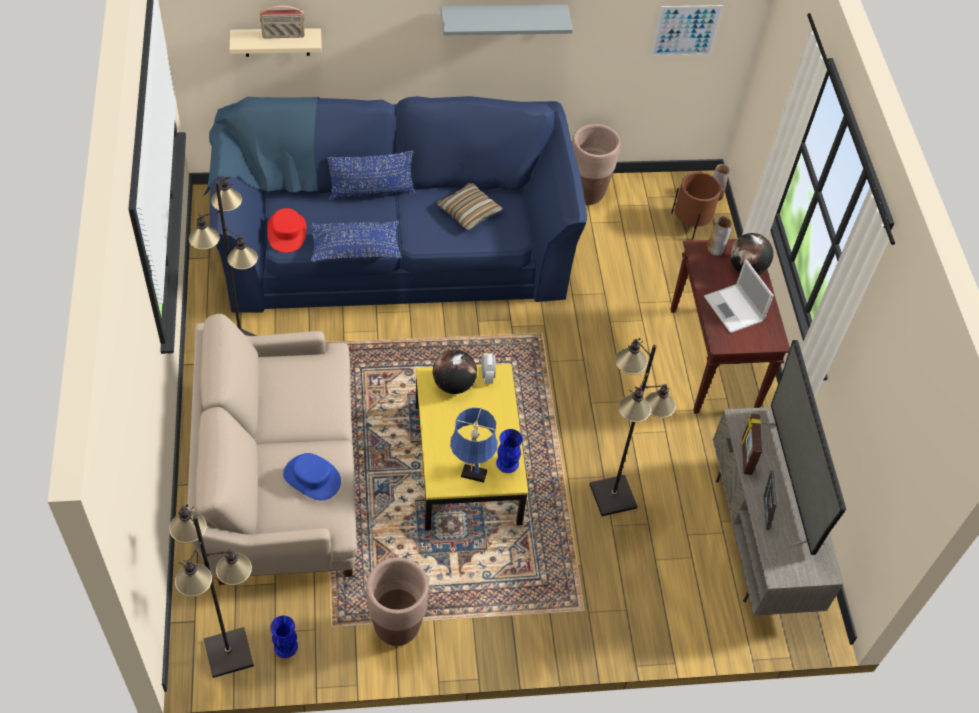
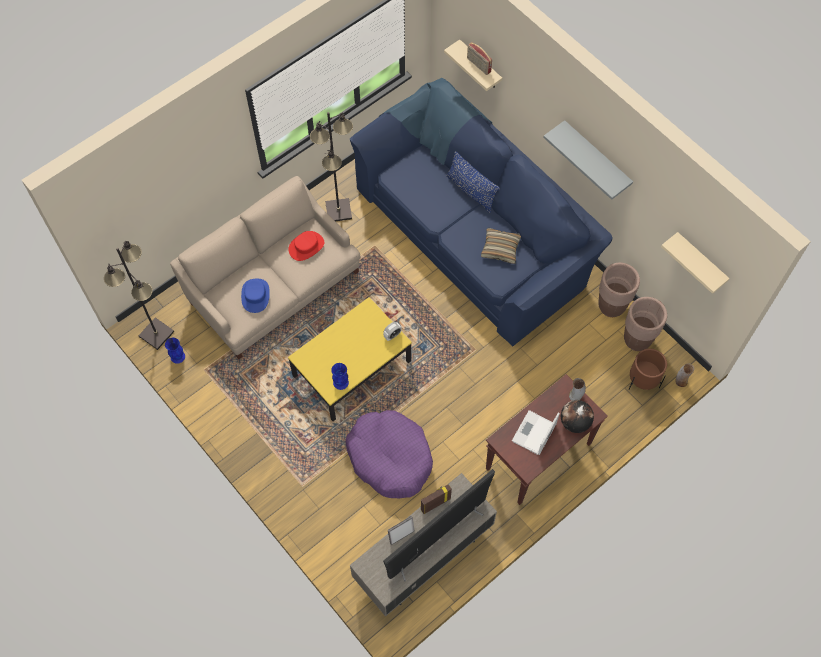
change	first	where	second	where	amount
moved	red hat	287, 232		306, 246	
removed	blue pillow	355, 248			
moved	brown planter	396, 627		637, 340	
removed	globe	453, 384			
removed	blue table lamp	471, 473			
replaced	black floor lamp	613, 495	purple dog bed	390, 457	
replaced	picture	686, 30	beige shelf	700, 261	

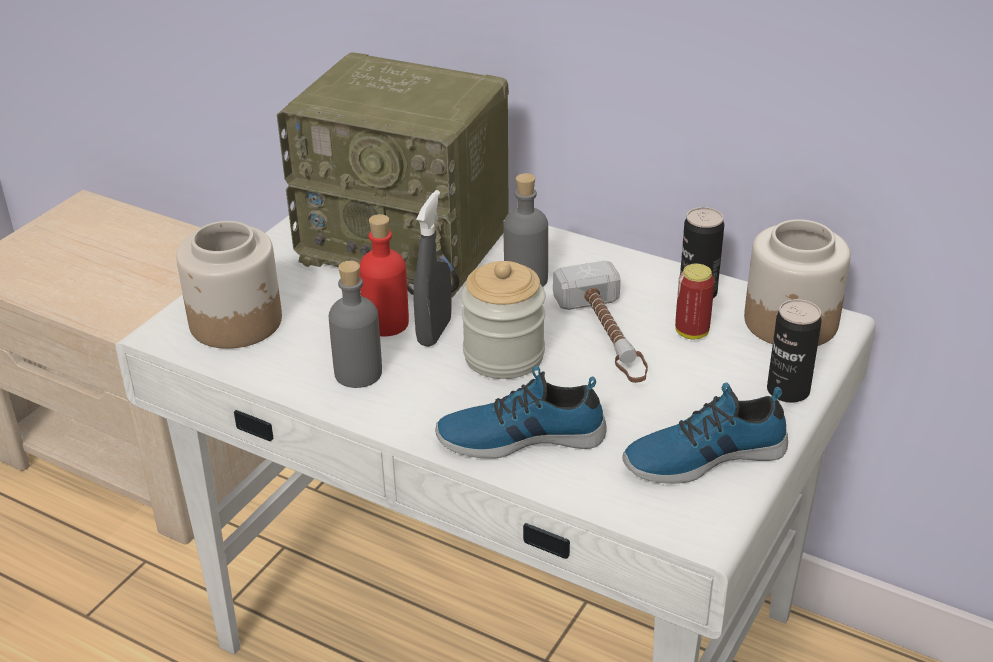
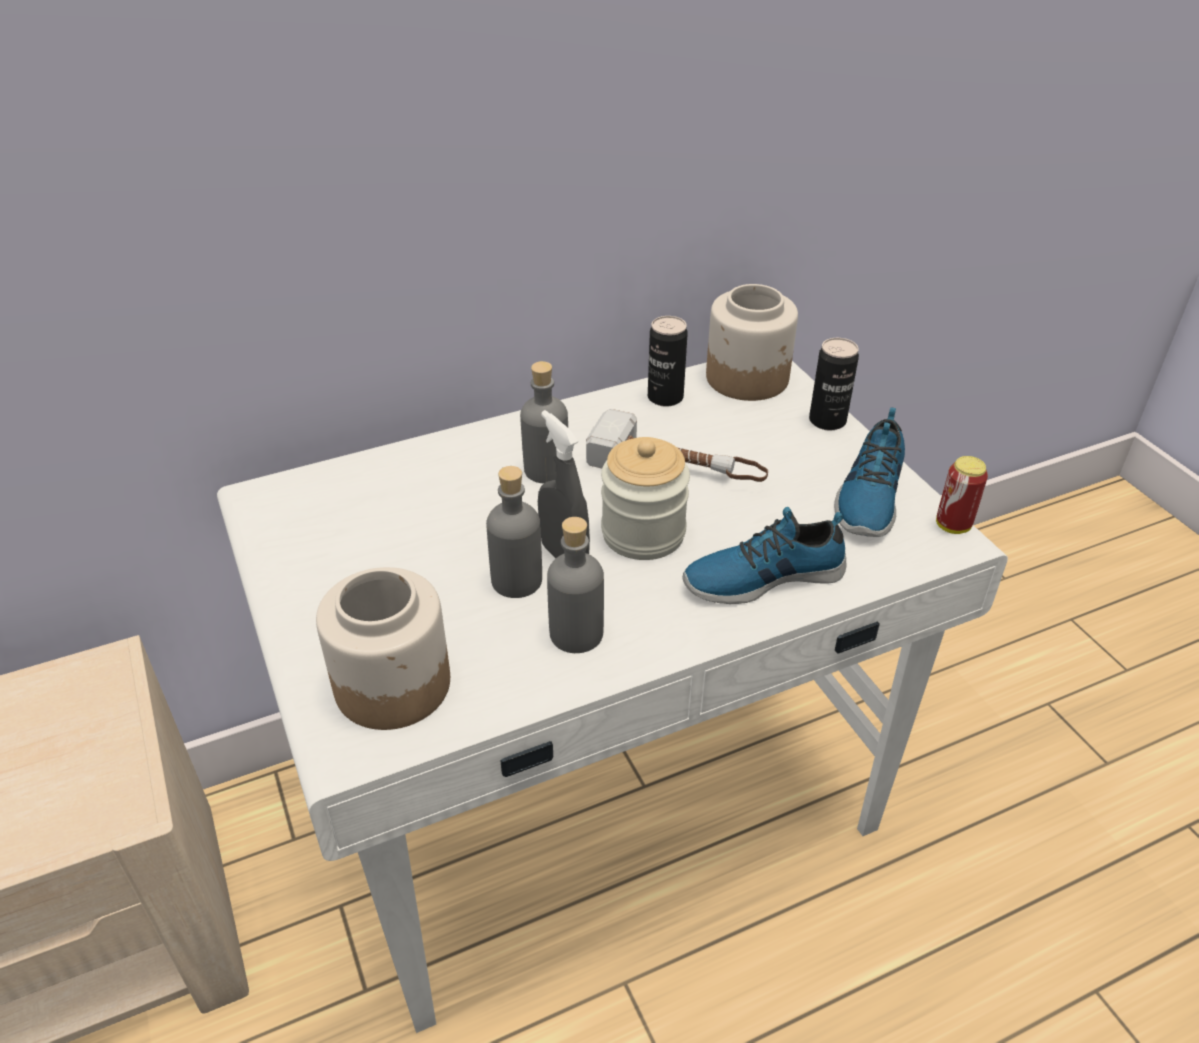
change	first	where	second	where	amount
removed	radio	408, 244			
recoloured	red bottle	386, 323	grey bottle	517, 580	
turned	shoe	521, 435		762, 576	45 degrees clockwise
moved	can	691, 332		953, 526	

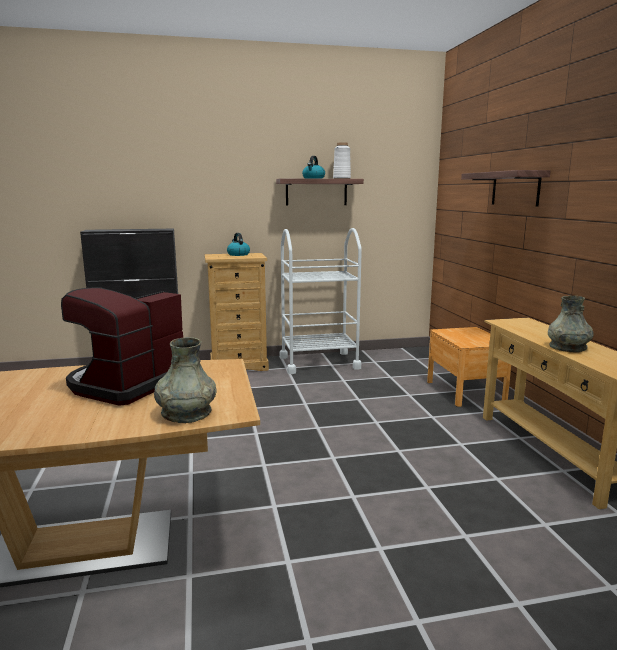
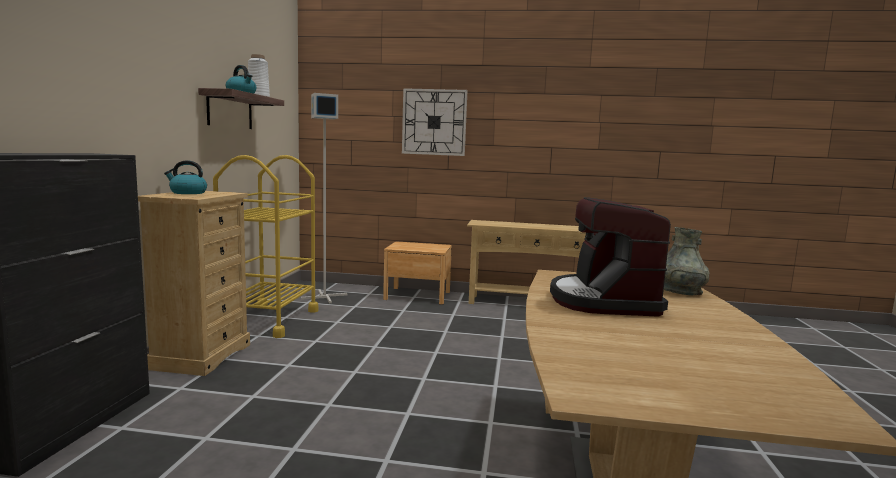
change	first	where	second	where	amount
turned	coffee machine	127, 384		603, 300	45 degrees clockwise
recoloured	white cart	319, 362	yellow cart	269, 320	
replaced	shelf	515, 188	wall clock	434, 122	
removed	grey vase	568, 347			
added			grey floor lamp	324, 296	

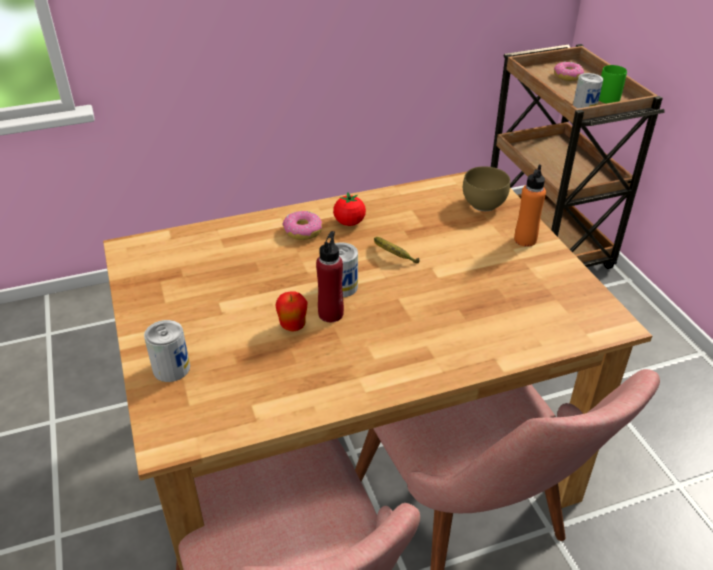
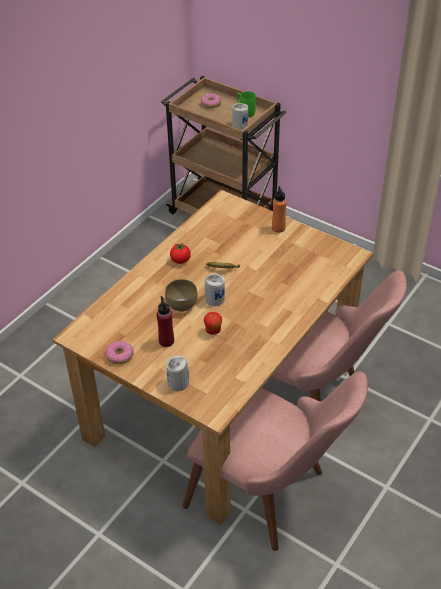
change	first	where	second	where	amount
moved	donut	302, 231		119, 356	
moved	red bottle	331, 314		166, 341	
moved	brown bowl	485, 204		182, 304	

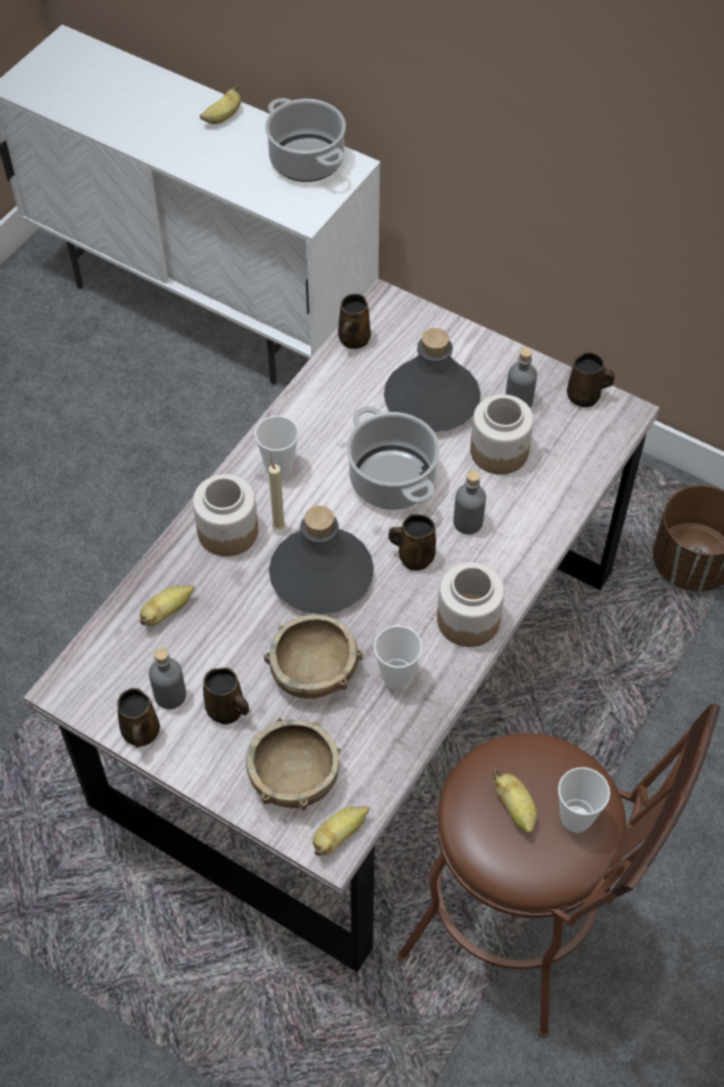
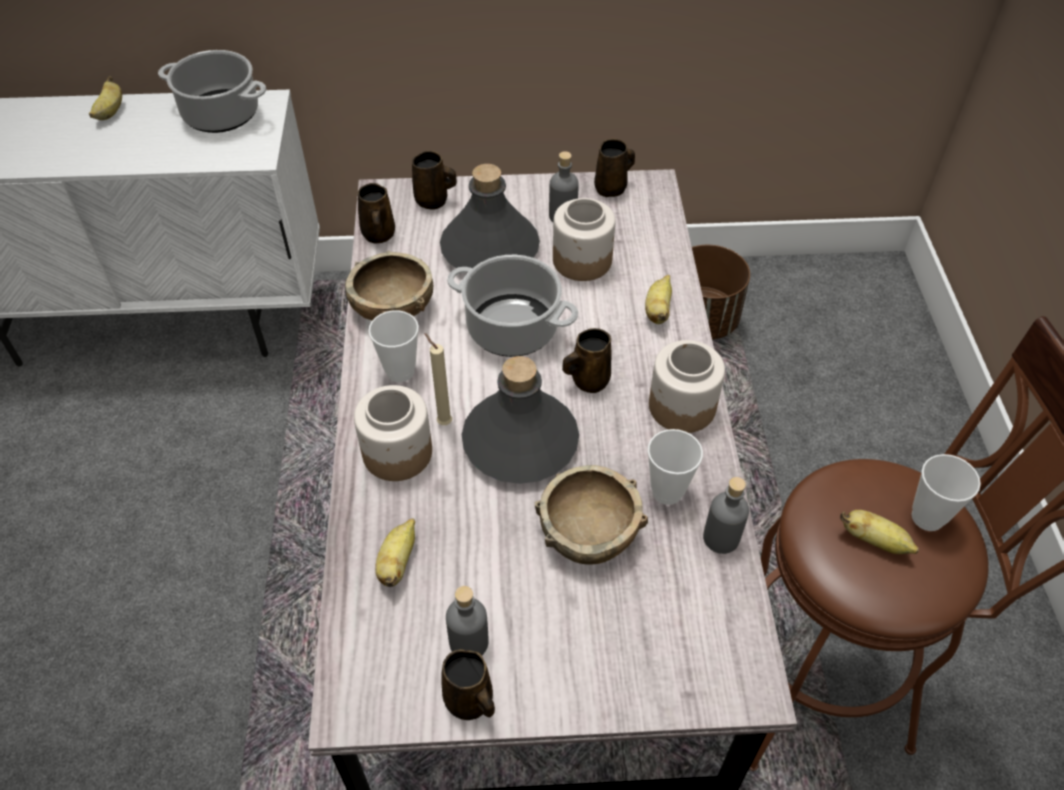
change	first	where	second	where	amount
moved	brown mug	227, 711		433, 201	
moved	brown bowl	293, 777		393, 307	
moved	banana	339, 835		658, 310	
moved	grey bottle	468, 522		721, 538	

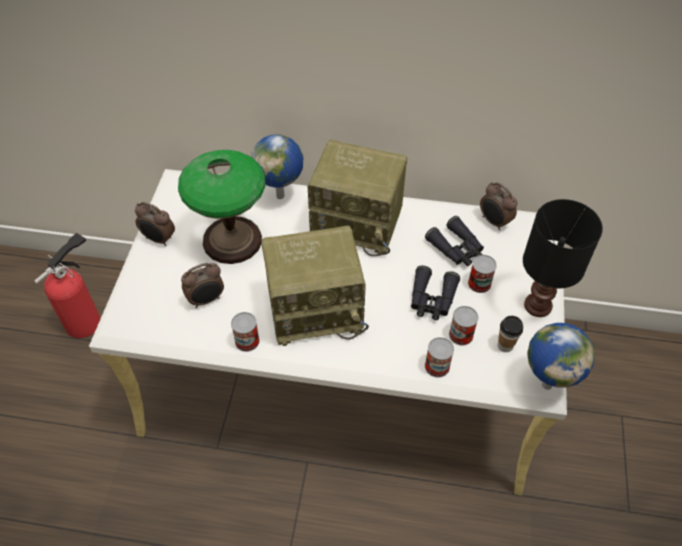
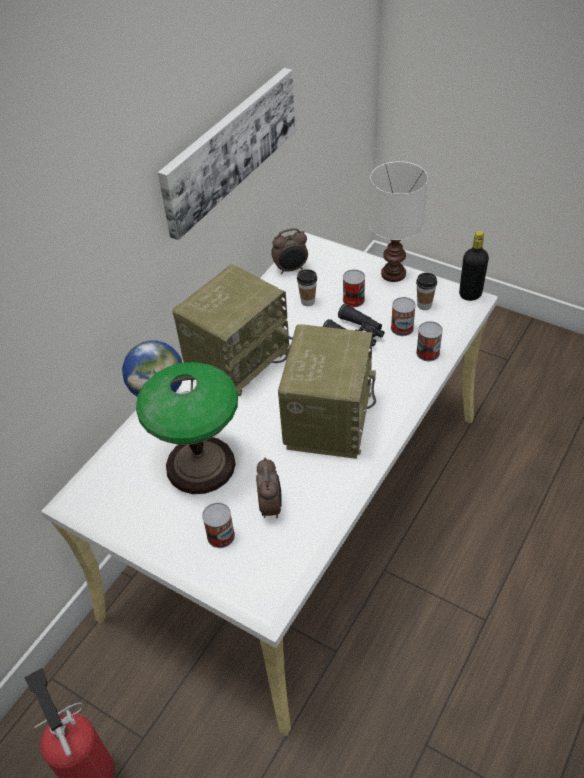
change	first	where	second	where	amount
removed	alarm clock	159, 239			
moved	can	247, 341		220, 536	
replaced	black binoculars	457, 249	cup	308, 301	
recoloured	black table lamp	538, 306	white table lamp	394, 274	
replaced	globe	546, 384	black bottle	470, 294	
added			picture	229, 149	

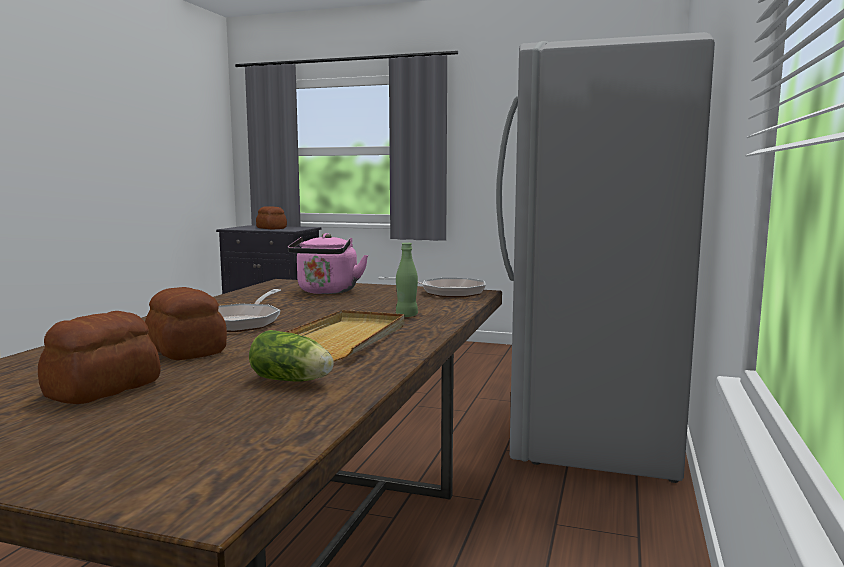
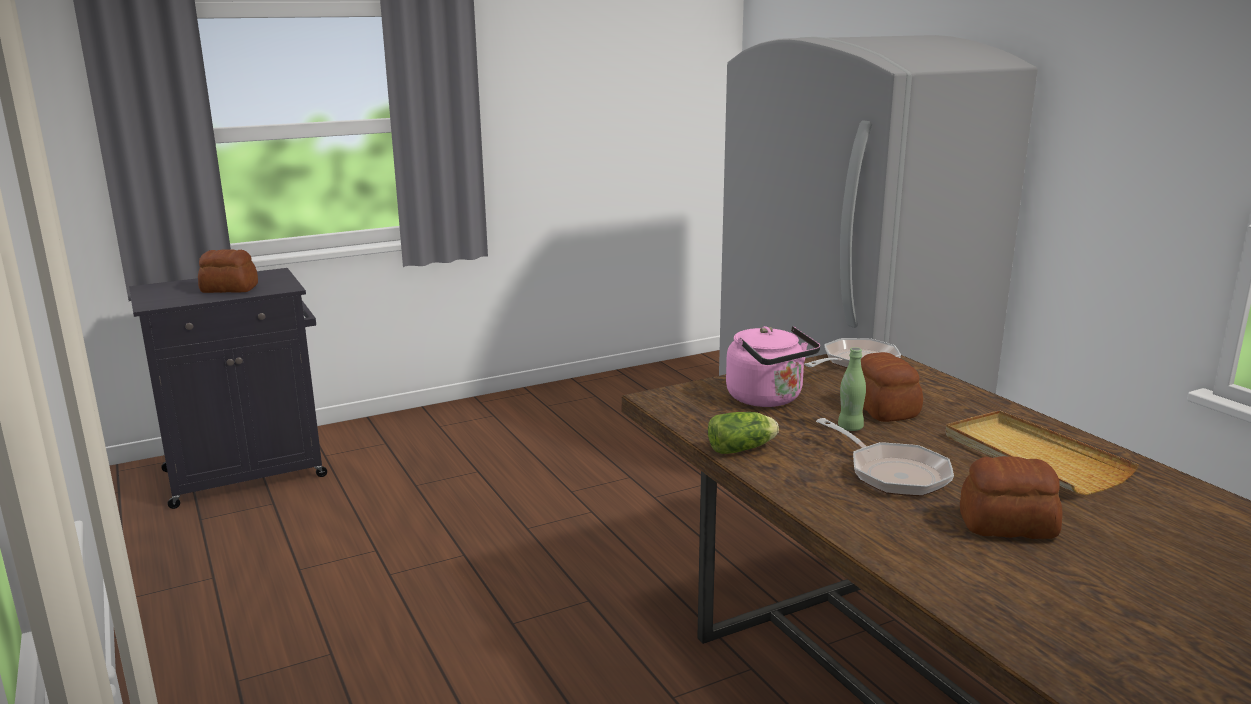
change	first	where	second	where	amount
moved	bread	100, 389		883, 409	
moved	lettuce	293, 381		743, 448	
moved	green bottle	406, 315		850, 427	

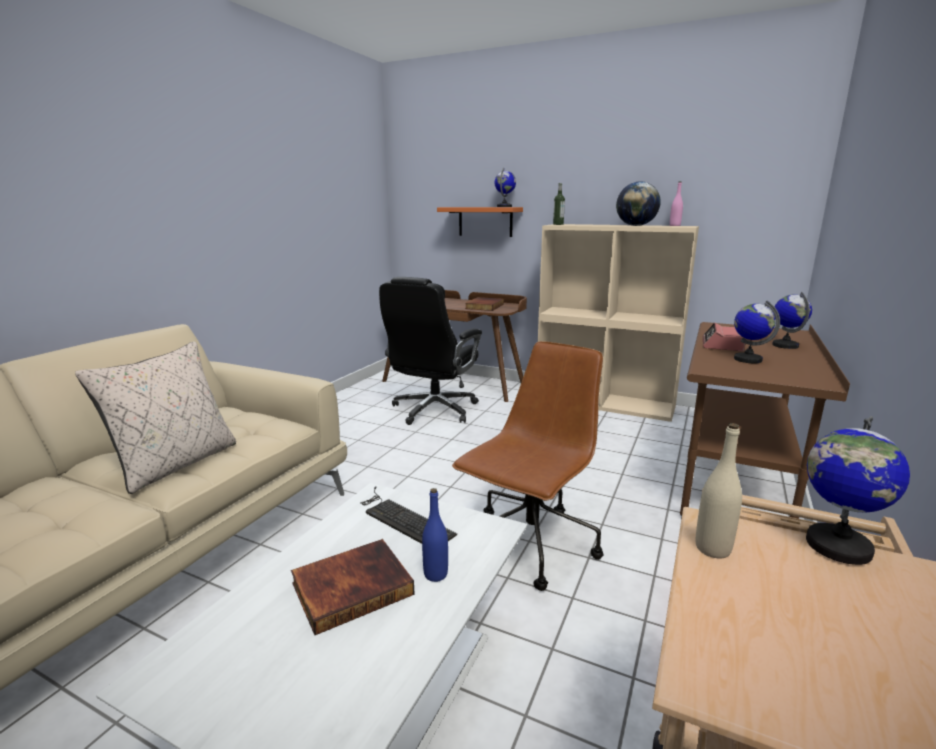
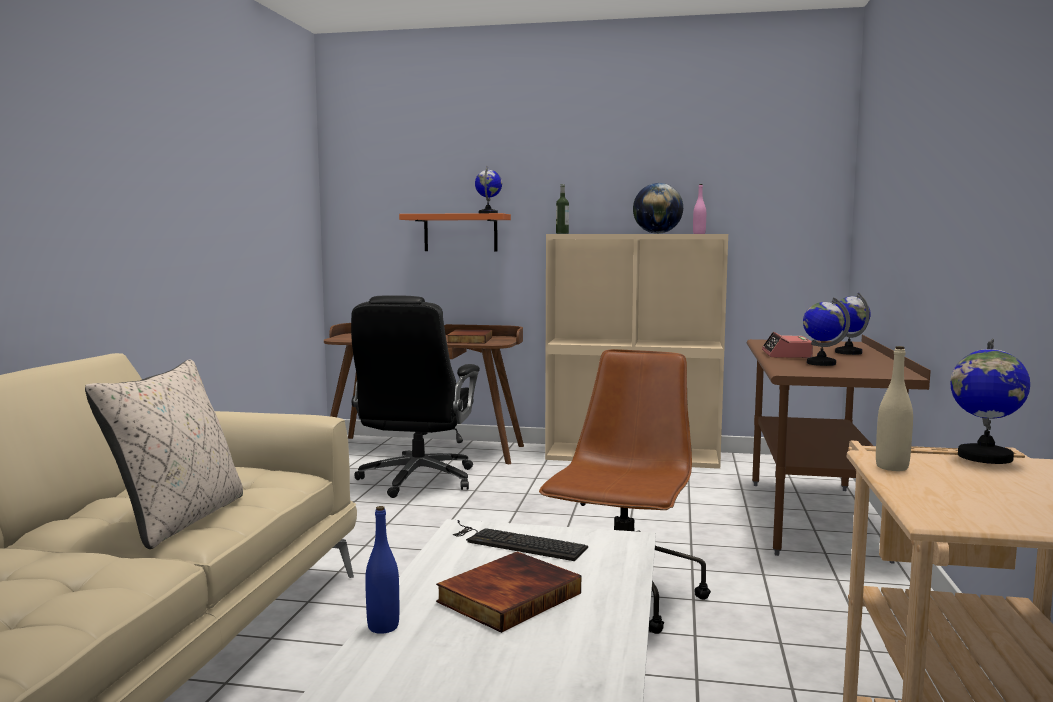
change	first	where	second	where	amount
moved	blue bottle	435, 574		383, 627	

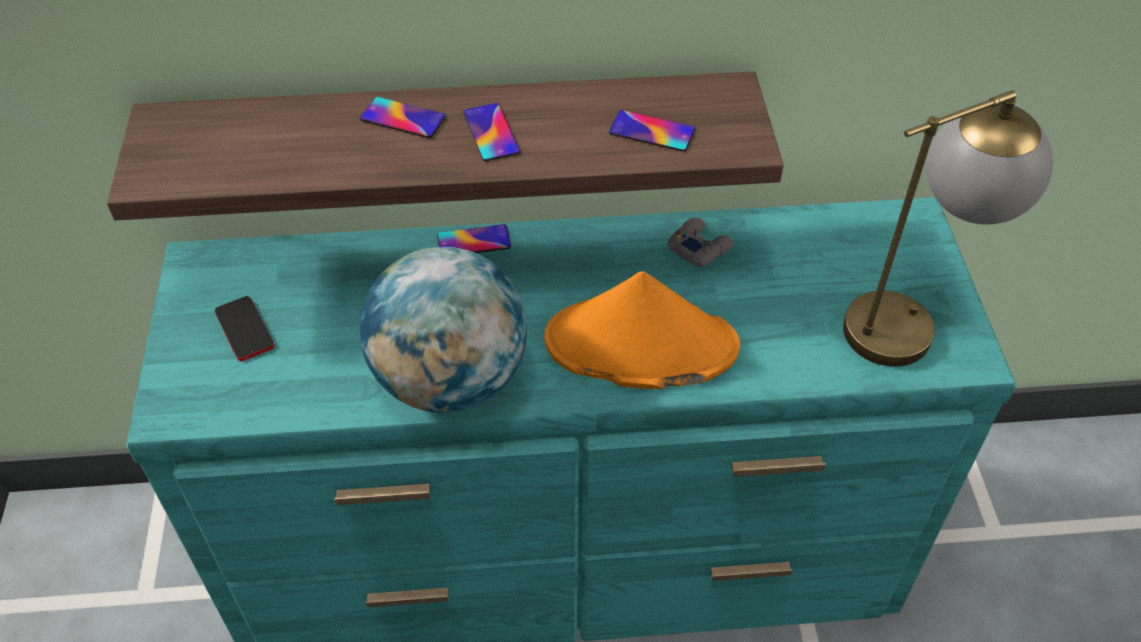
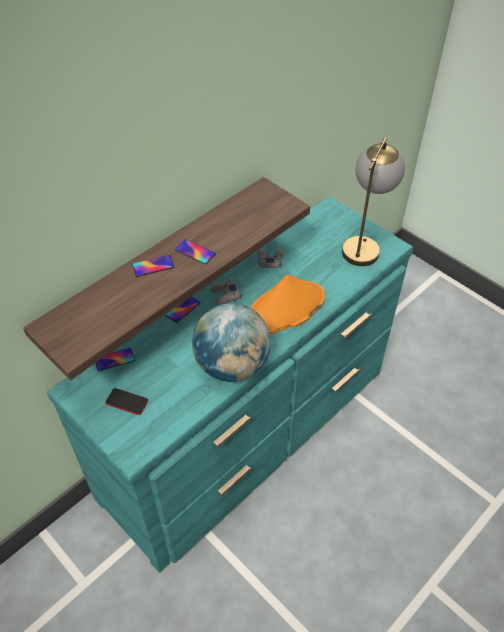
change	first	where	second	where	amount
moved	phone	652, 131		114, 359	
added			grey game controller	225, 295	

